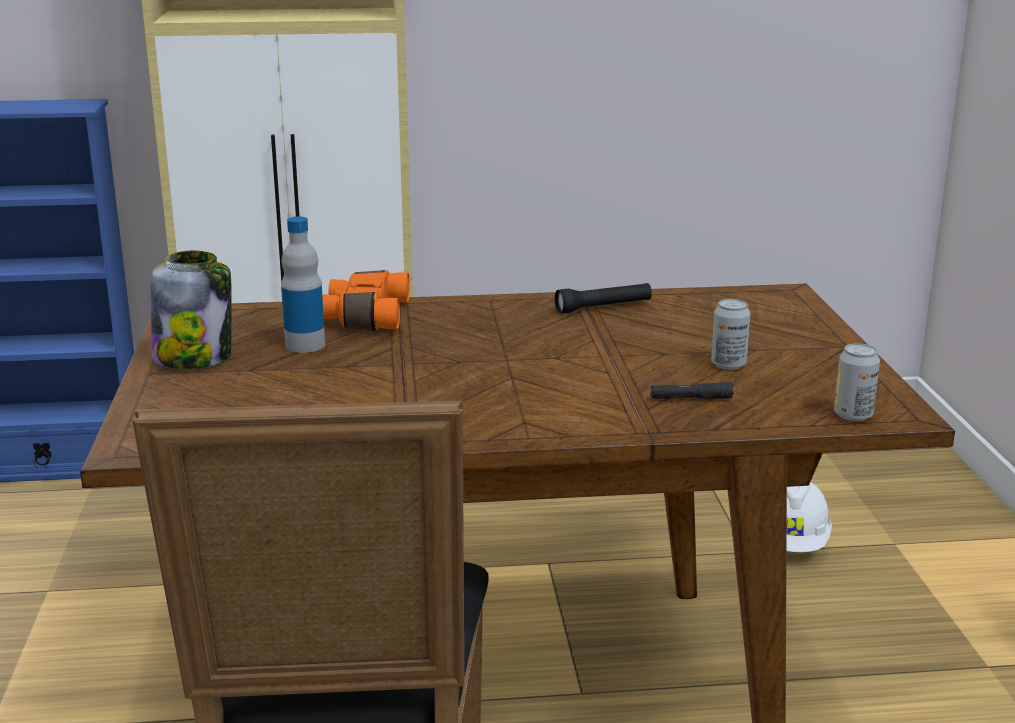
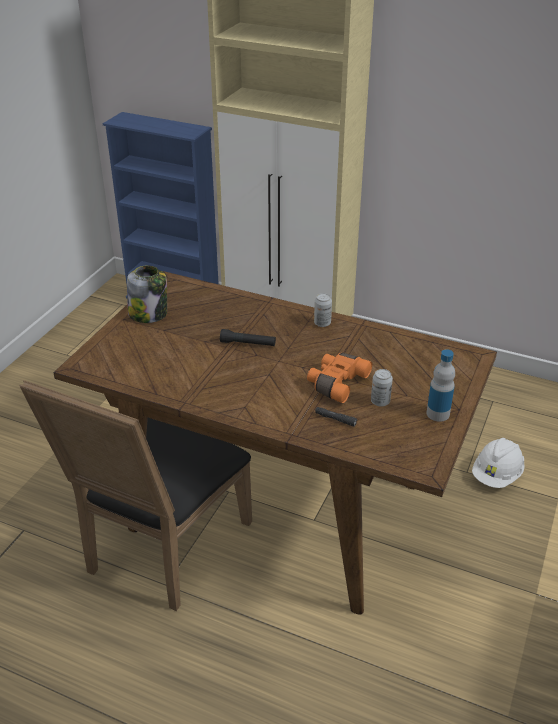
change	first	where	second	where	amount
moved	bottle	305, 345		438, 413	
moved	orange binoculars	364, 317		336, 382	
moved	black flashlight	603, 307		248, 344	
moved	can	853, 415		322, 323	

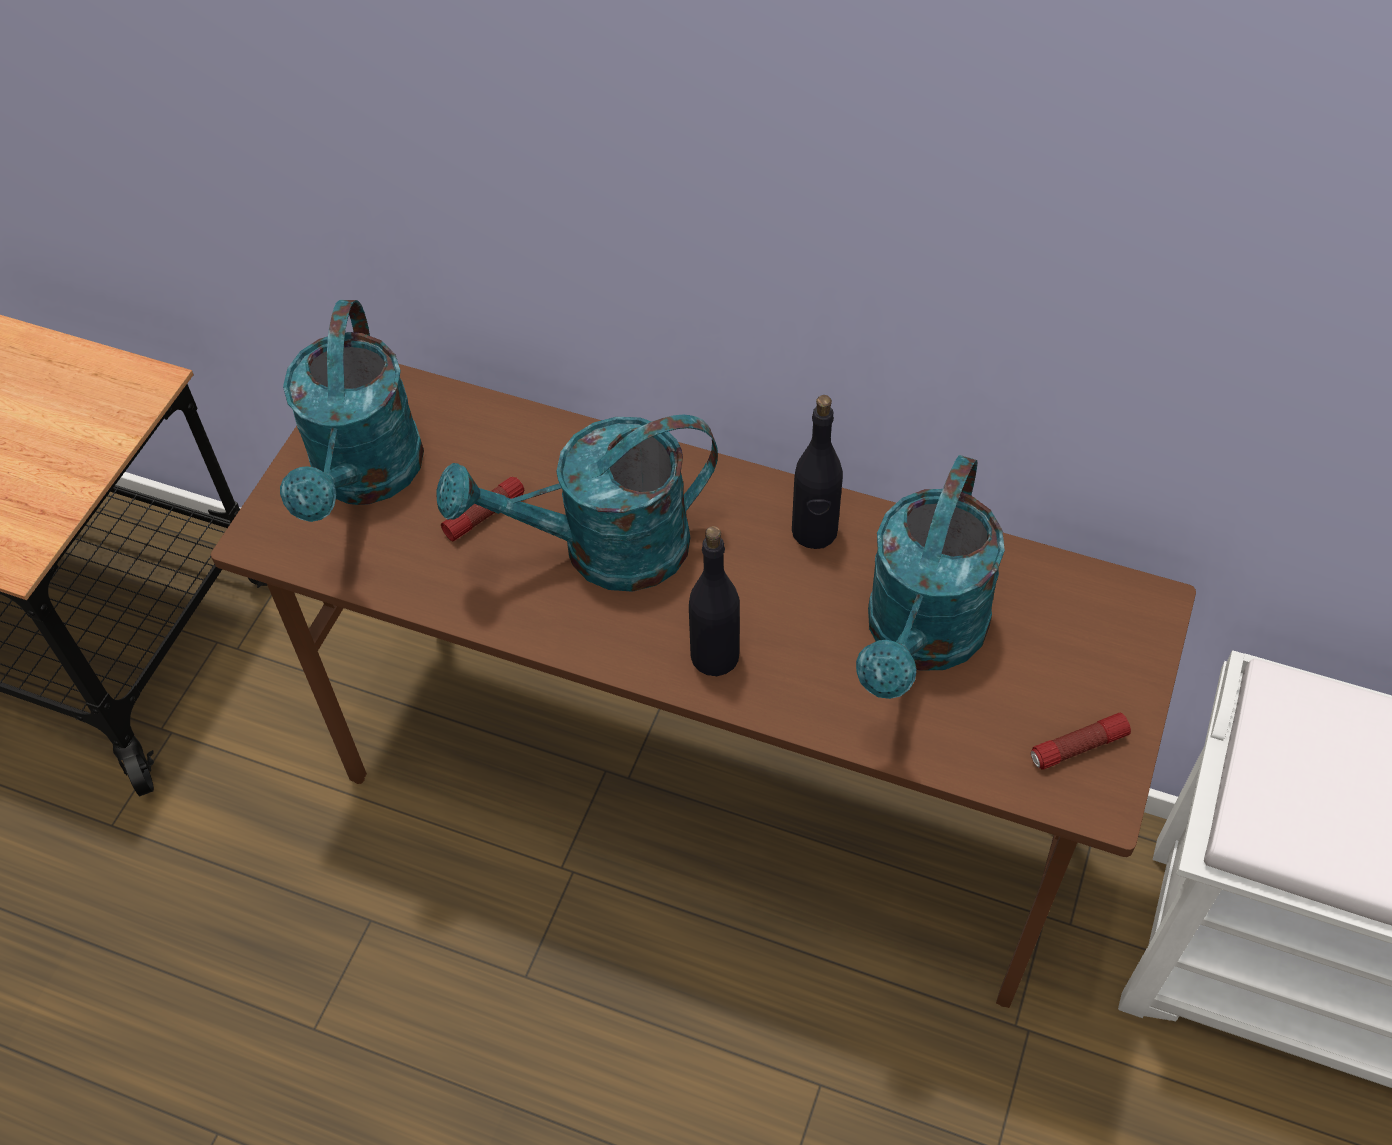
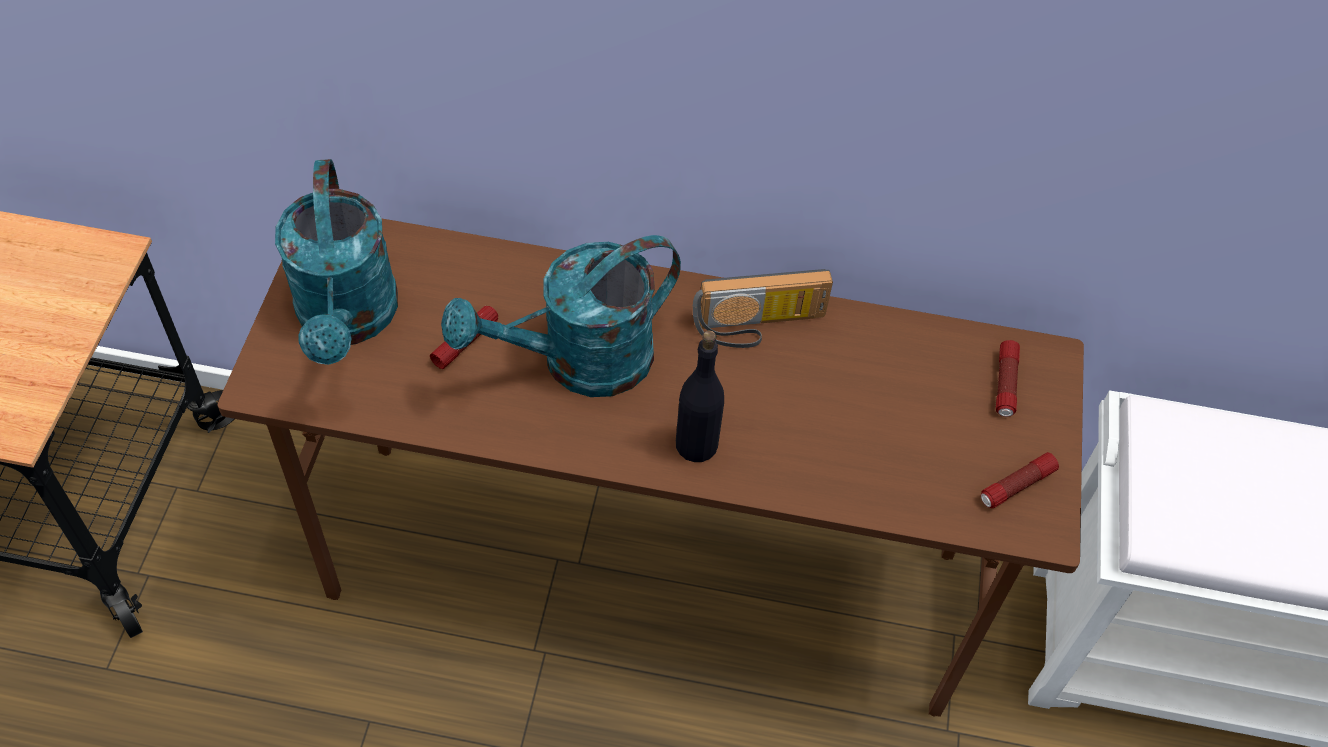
change	first	where	second	where	amount
replaced	black bottle	814, 532	radio	759, 327	
removed	turquoise watering can	920, 639			
added			flashlight	1005, 384	

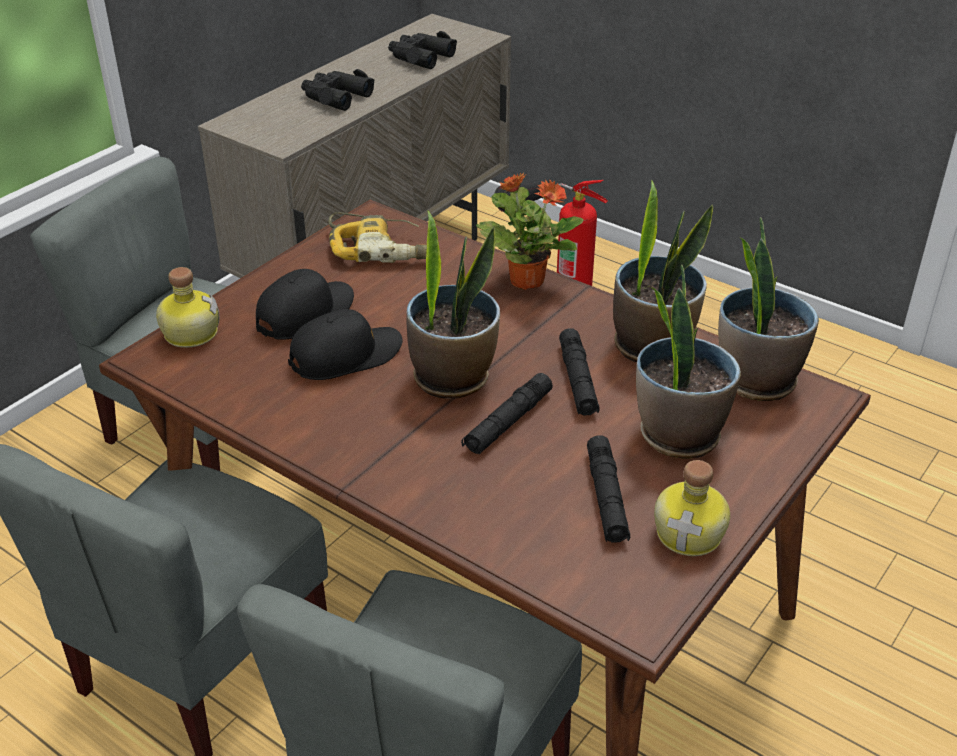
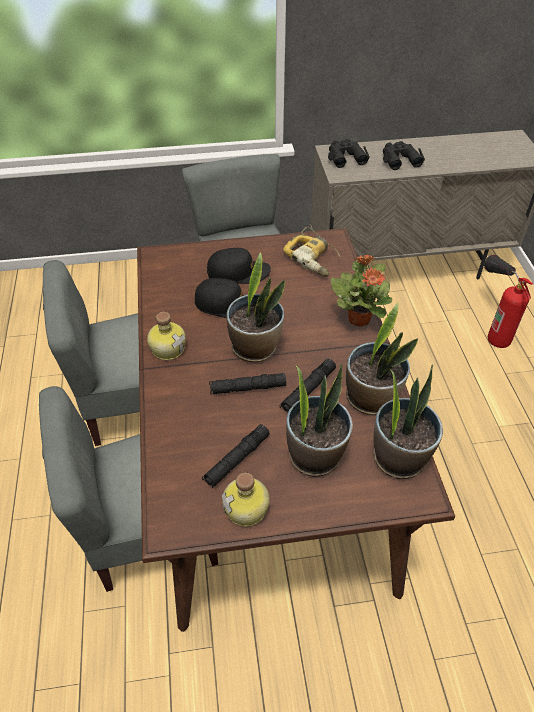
change	first	where	second	where	amount
moved	bottle	189, 333		168, 347	
moved	black binoculars	420, 57		345, 157	

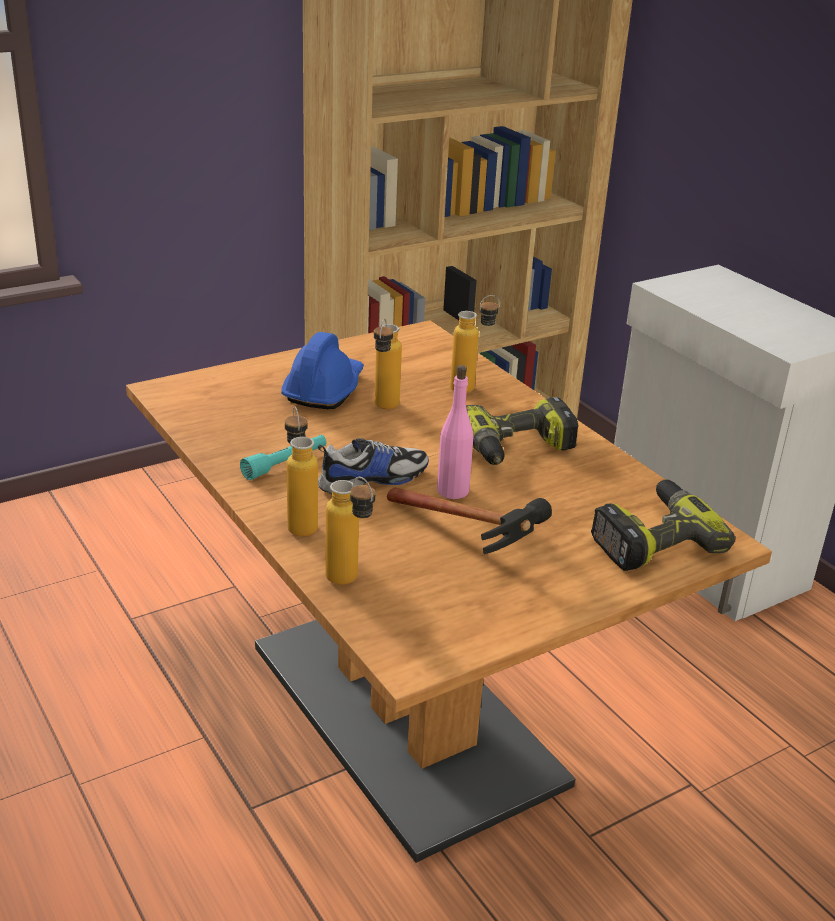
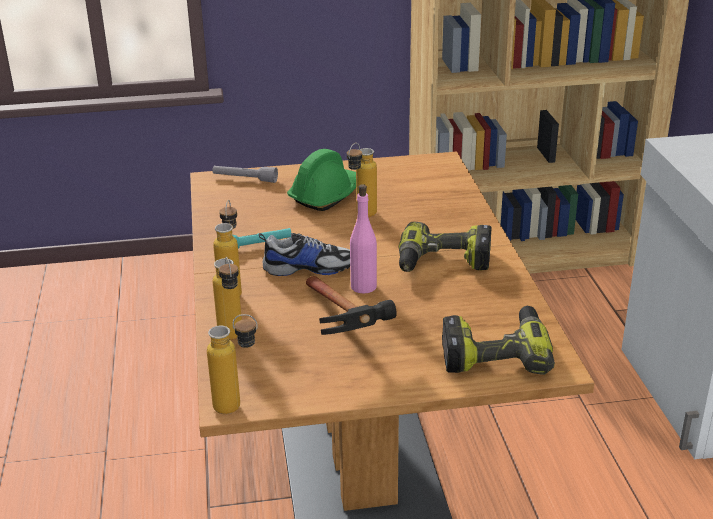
change	first	where	second	where	amount
recoloured	blue hard hat	324, 390	green hard hat	327, 195	
moved	bottle	471, 387		238, 407	
added			grey flashlight	245, 179	

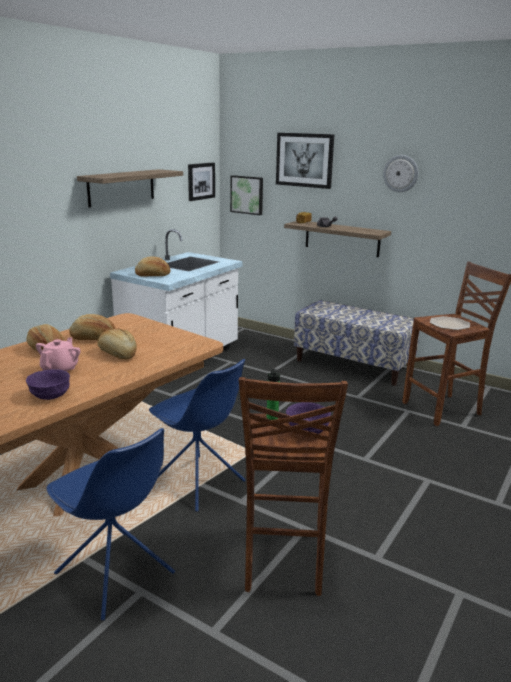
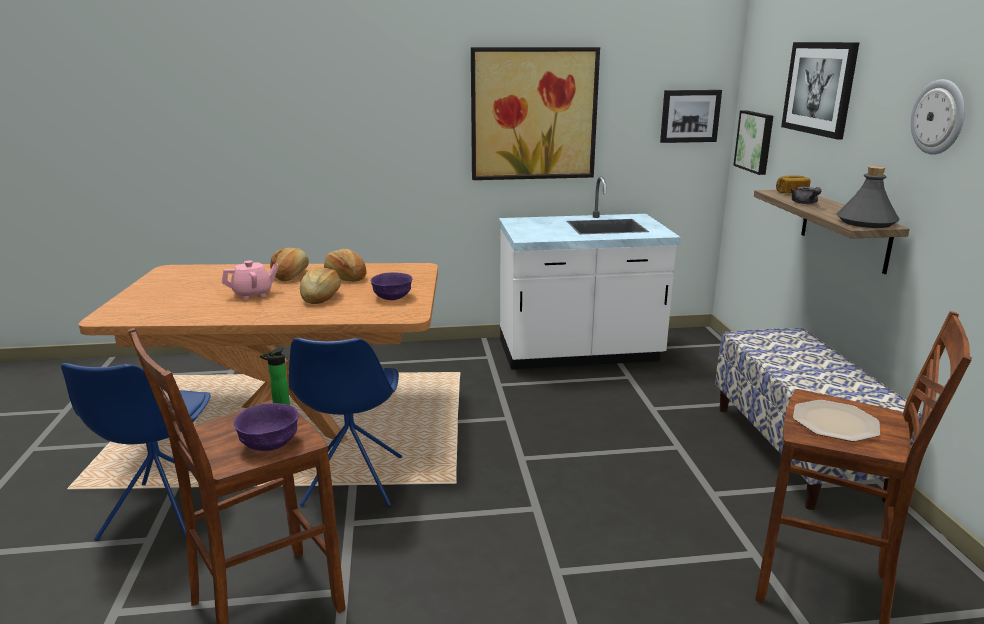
change	first	where	second	where	amount
moved	purple bowl	50, 395		393, 297	
replaced	shelf	121, 187	picture	533, 114	
removed	bread	152, 275			
added			grey bottle	866, 222	

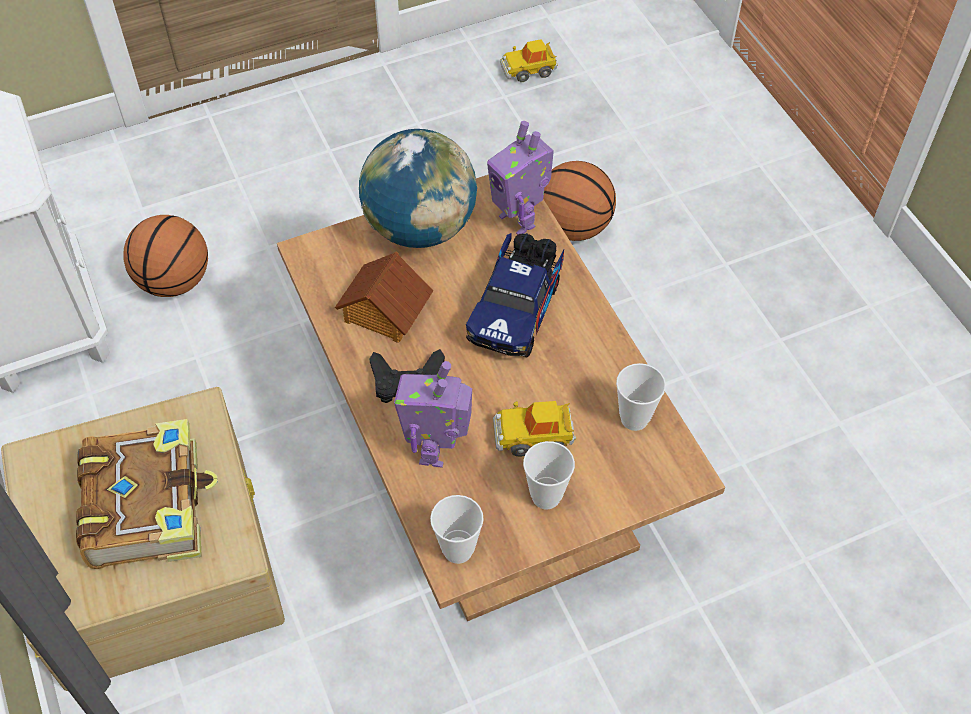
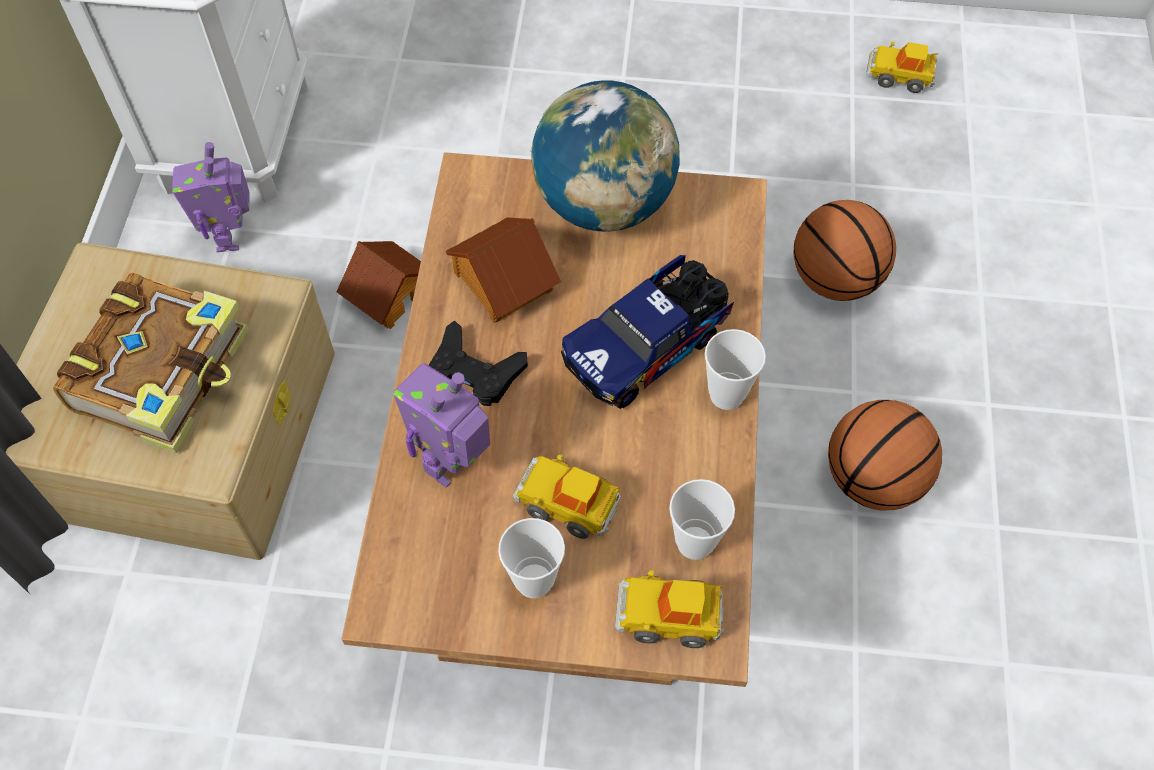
change	first	where	second	where	amount
moved	basketball	174, 281		873, 478	
moved	cup	458, 550		726, 395	
moved	toy robot	519, 220		230, 237	
added			toy house	389, 293	
added			toy car	669, 615	

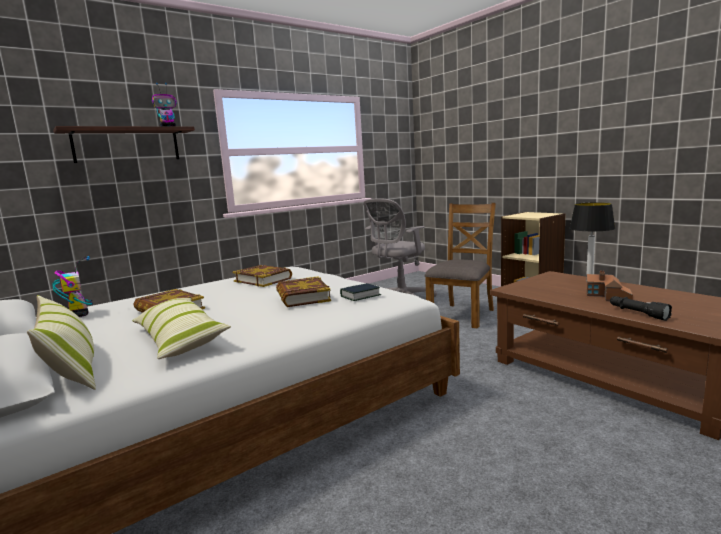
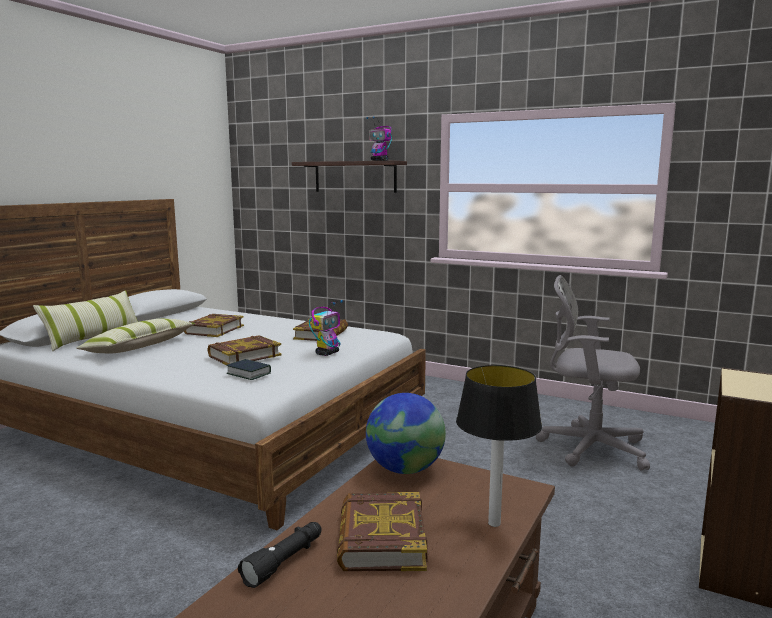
change	first	where	second	where	amount
moved	toy robot	79, 315		327, 353	
removed	brown chair	462, 315			
replaced	toy house	608, 297	book	381, 539	
added			globe	405, 469	

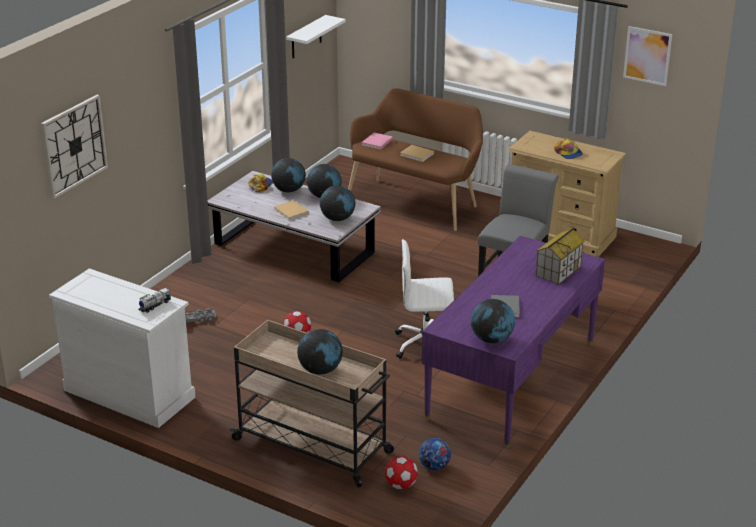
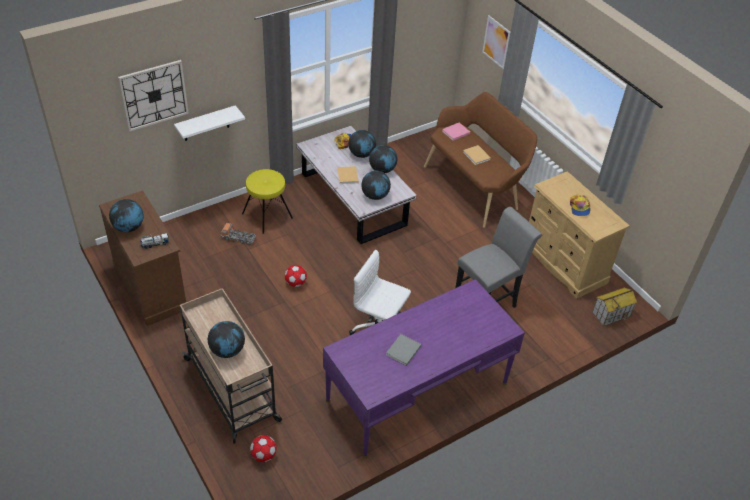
change	first	where	second	where	amount
recoloured	white dresser	129, 393	brown dresser	151, 287	
moved	white shelf	306, 37		206, 124	
removed	football	434, 466			
moved	globe	492, 339		129, 227	
moved	toy house	558, 271		611, 314	
moved	picture	647, 55		496, 42	
added			yellow stool	267, 216	

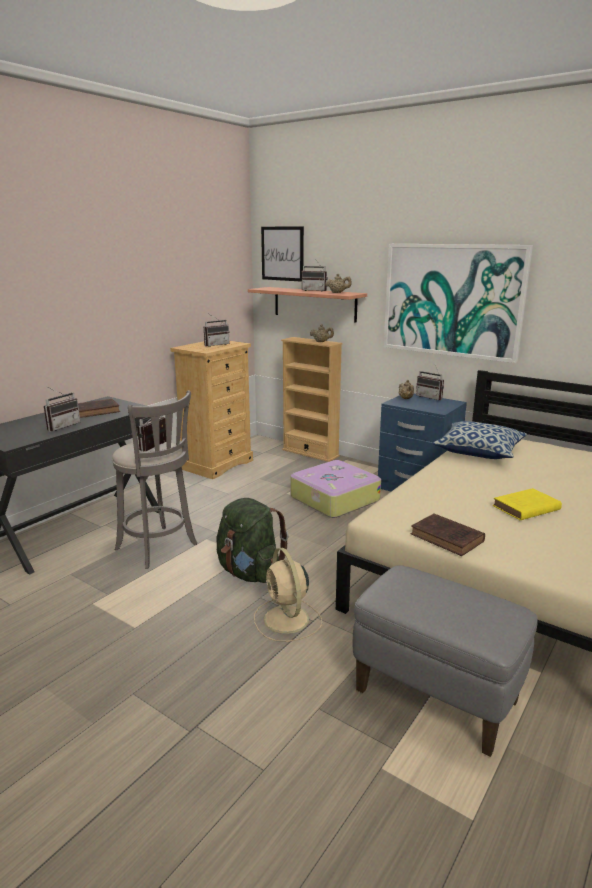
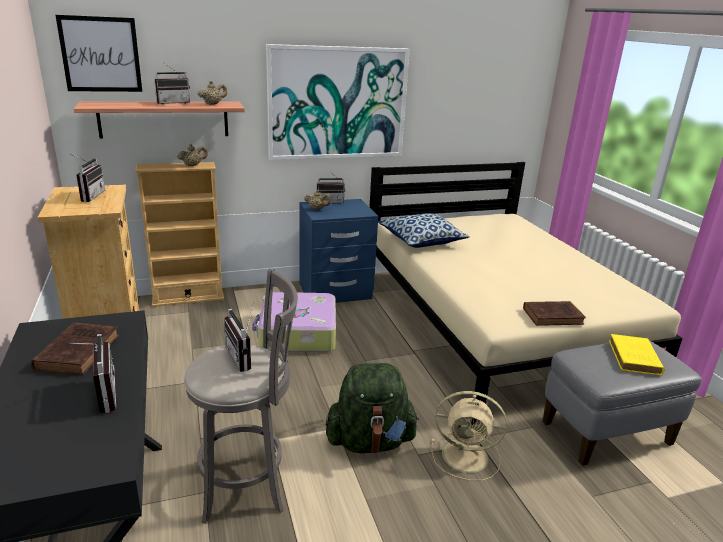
change	first	where	second	where	amount
moved	yellow book	525, 508		634, 358	

